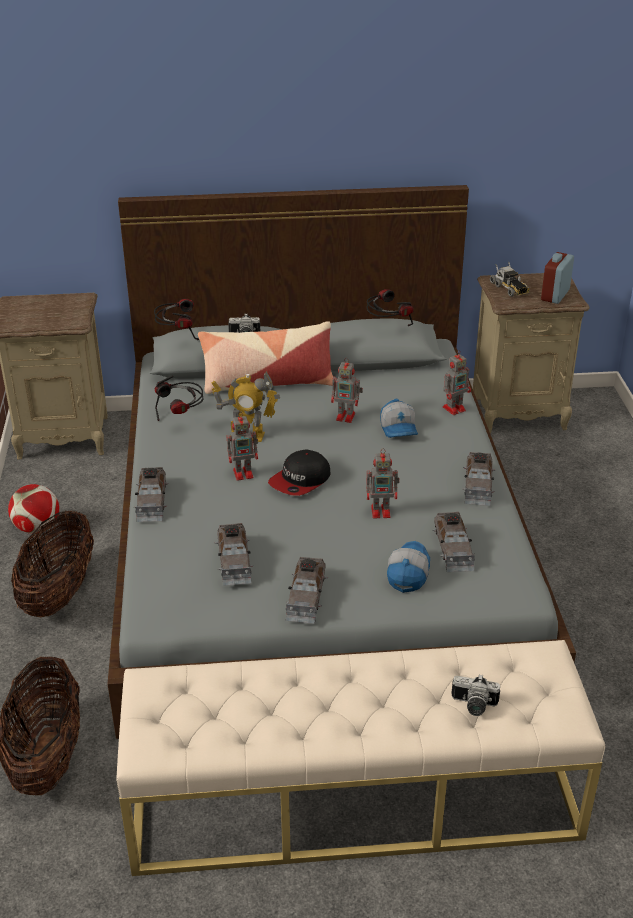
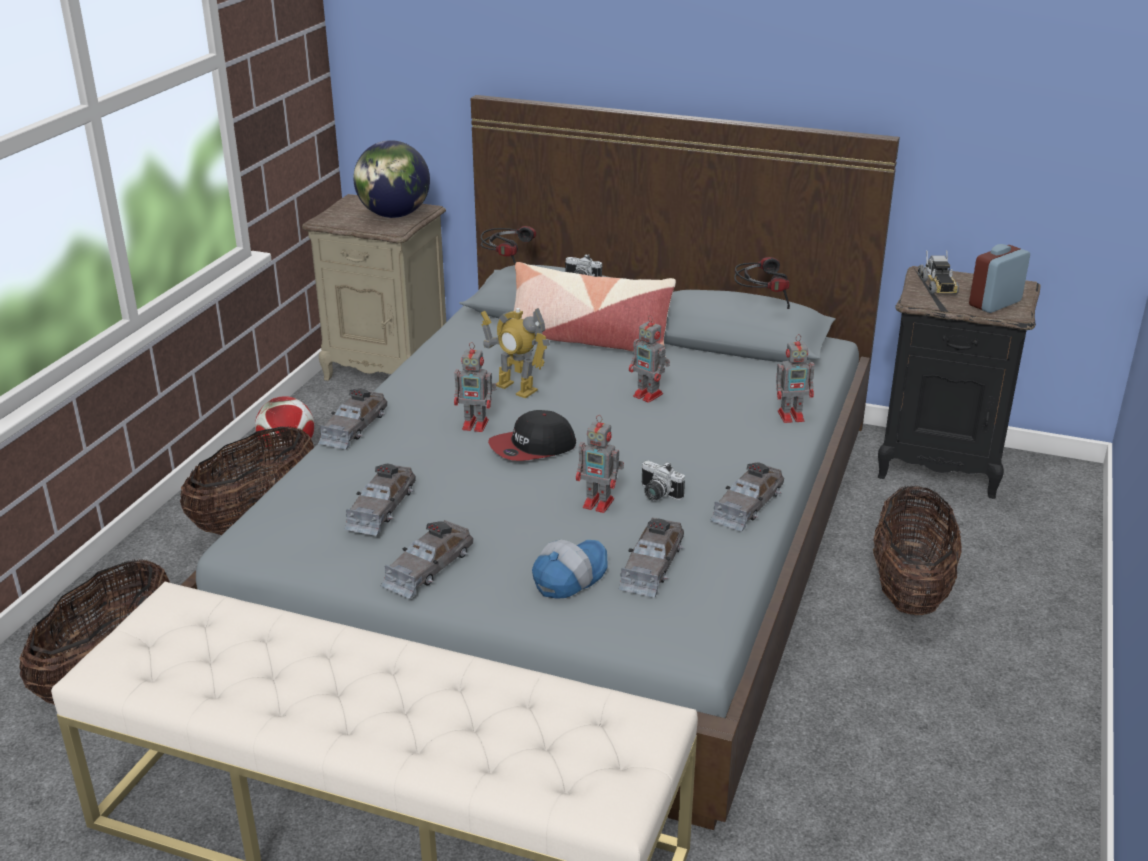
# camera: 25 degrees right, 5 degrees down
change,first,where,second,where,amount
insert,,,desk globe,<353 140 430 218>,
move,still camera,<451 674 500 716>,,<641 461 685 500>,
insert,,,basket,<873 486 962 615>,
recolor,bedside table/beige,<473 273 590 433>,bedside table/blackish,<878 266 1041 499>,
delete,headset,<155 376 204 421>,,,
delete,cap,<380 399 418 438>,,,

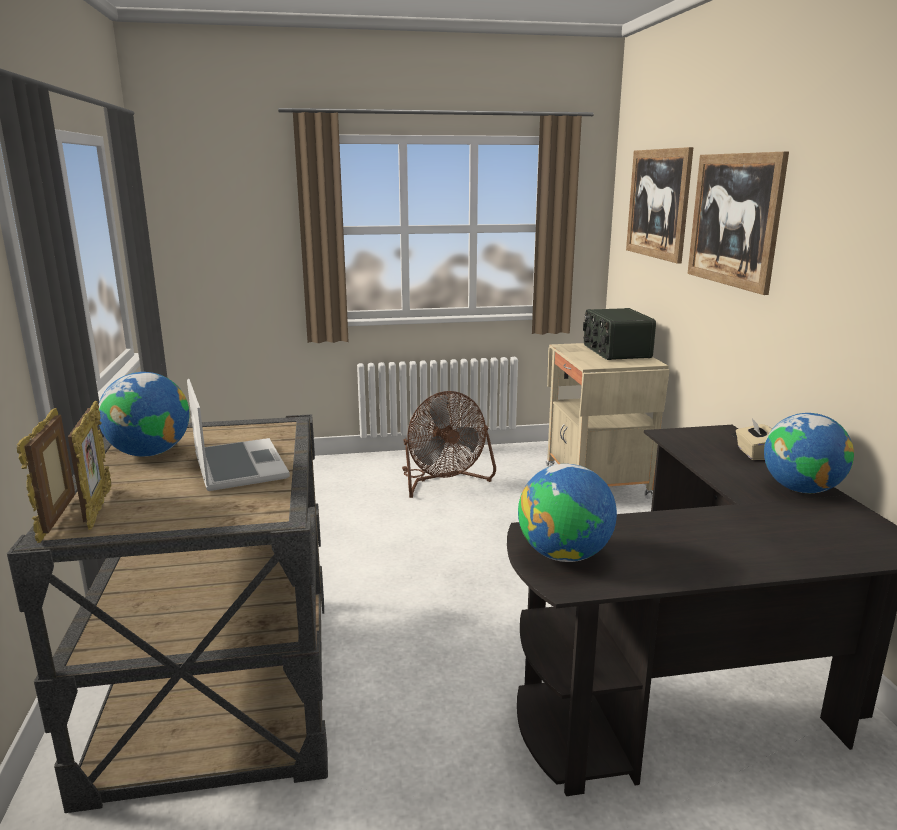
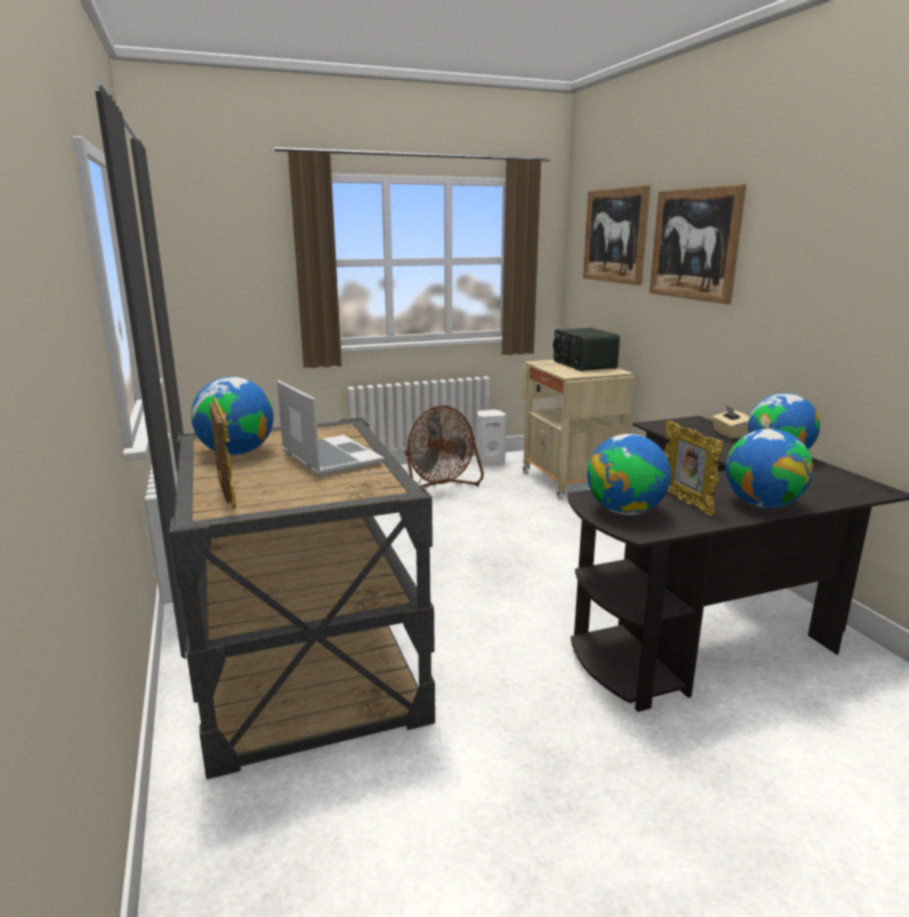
# camera: 10 degrees left, 0 degrees up
change,first,where,second,where,amount
insert,,,speaker/white,<477 410 506 466>,
move,photo frame,<17 408 75 543>,,<664 420 723 516>,
insert,,,desk globe,<726 429 813 508>,

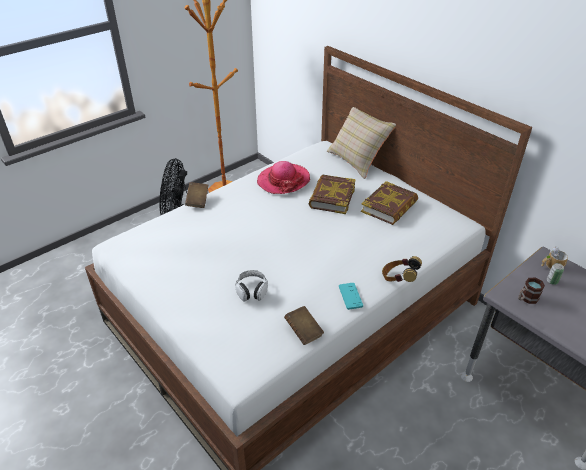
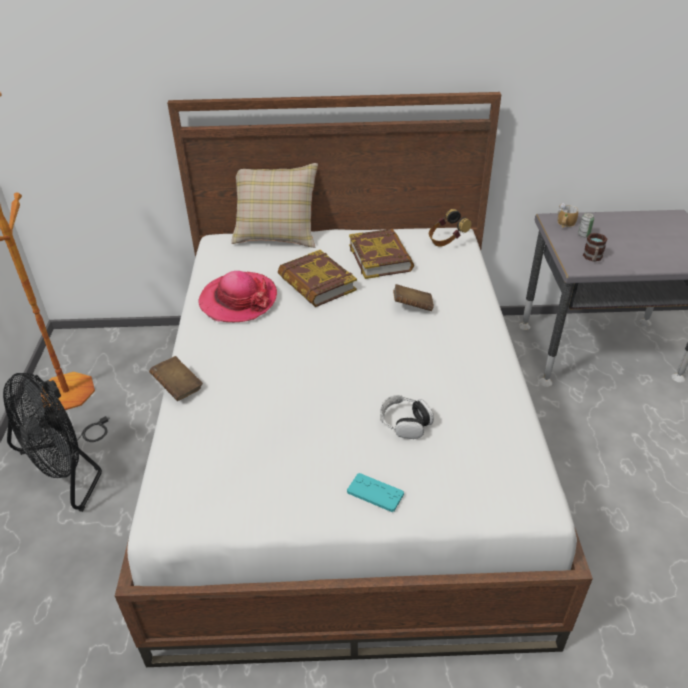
# camera: 50 degrees left, 0 degrees up
change,first,where,second,where,amount
move,gamepad/turquoise-coloured,<339 283 363 310>,,<347 473 404 512>,
move,bound book/brownish,<284 306 324 345>,,<393 284 434 311>,
move,headset,<382 256 422 282>,,<429 209 471 247>,

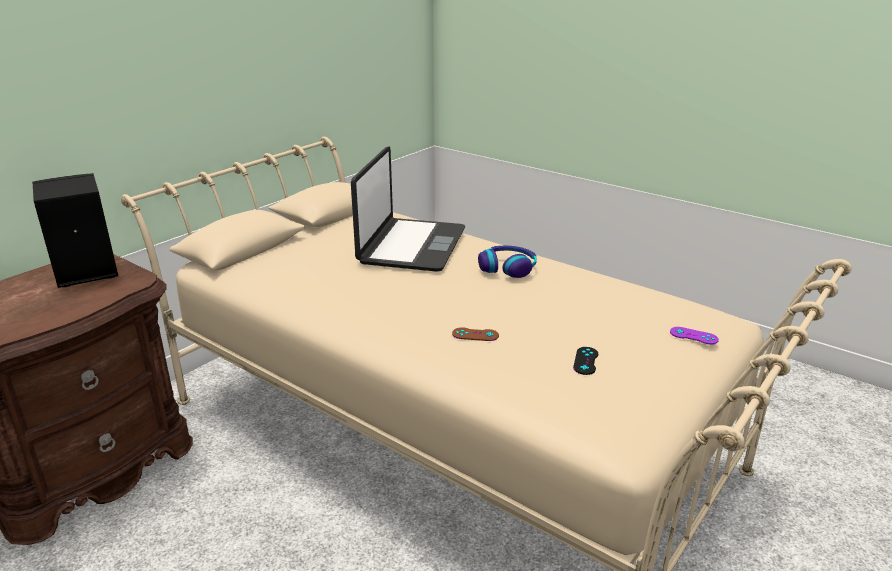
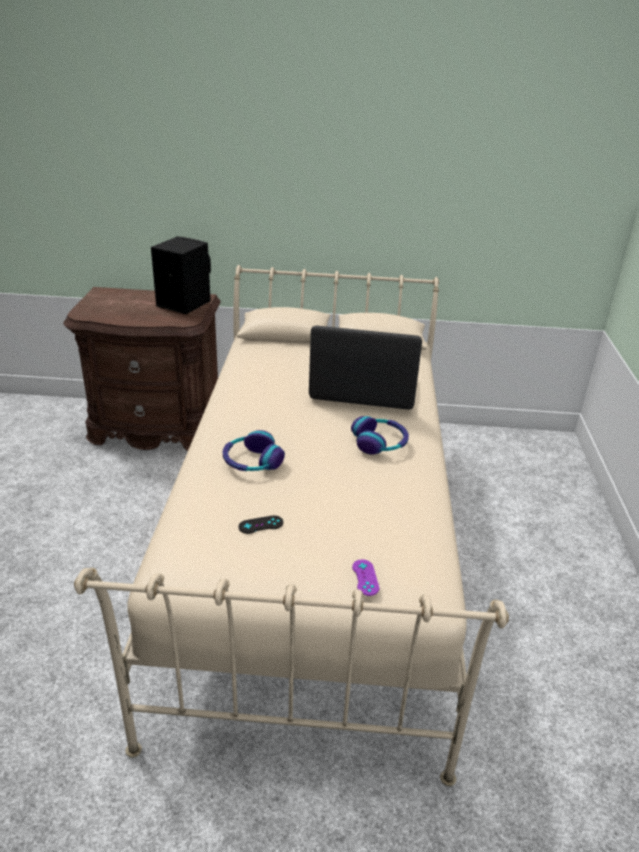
# camera: 55 degrees right, 5 degrees up
change,first,where,second,where,amount
replace,gamepad/brownish,<452 327 499 341>,headset,<223 430 285 471>,
rotate,notebook computer,<351 146 465 272>,,<309 326 422 410>,150 degrees counterclockwise

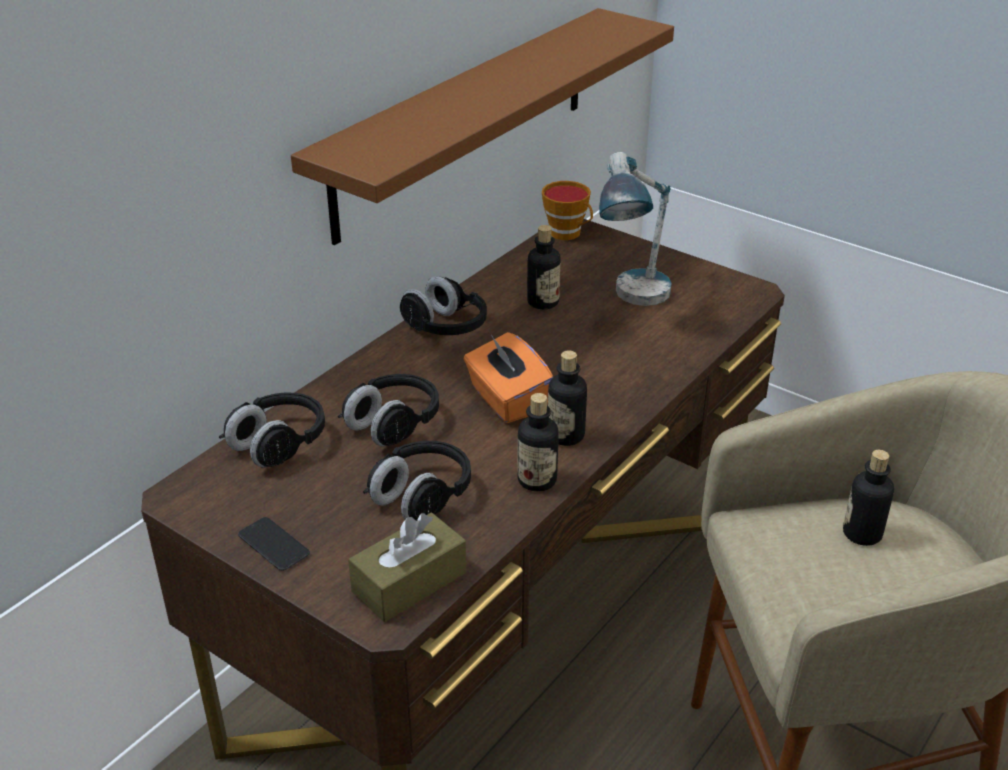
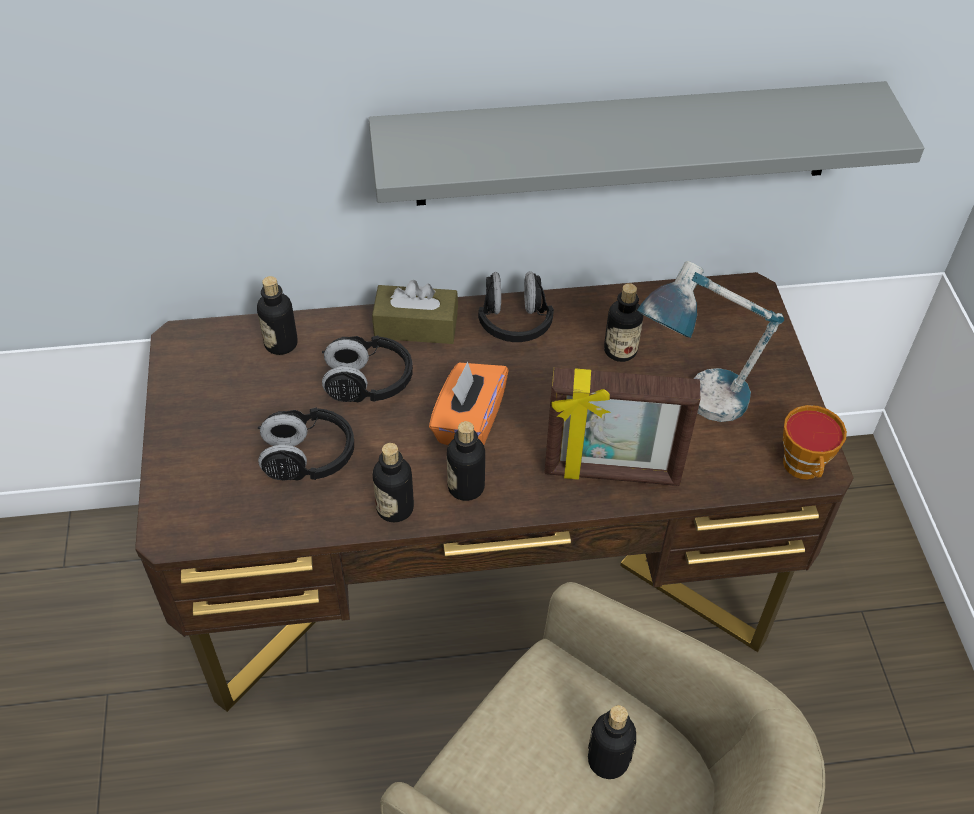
# camera: 45 degrees right, 15 degrees up
change,first,where,second,where,amount
replace,headset/blackish,<219 392 325 467>,beverage bottle,<257 276 298 355>,
recolor,bracket shelf/brownish,<291 8 674 245>,bracket shelf/greyish,<369 81 924 206>,
move,tissue box/brownish,<348 513 466 622>,,<372 280 458 344>,
insert,,,photo frame,<544 367 700 486>,
move,cup,<542 181 593 240>,,<783 405 847 479>,
delete,telephone,<238 517 310 571>,,,

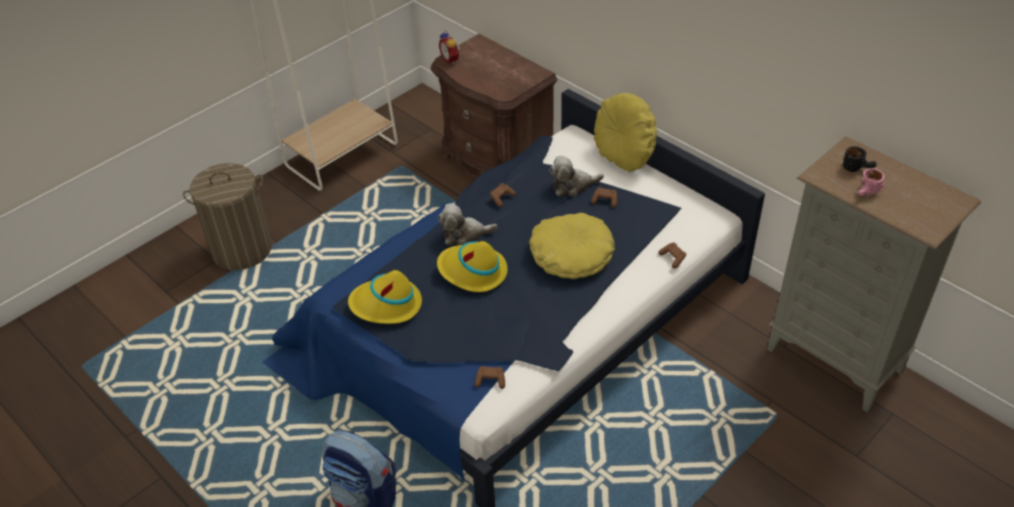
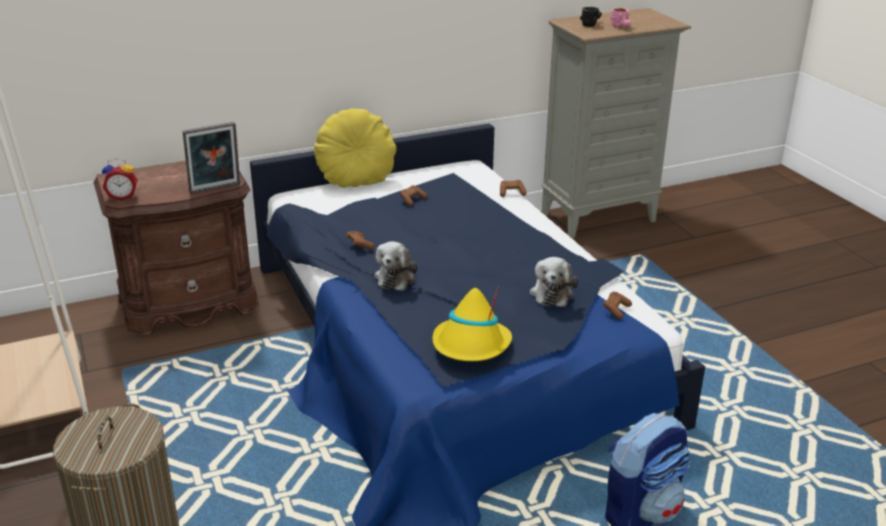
# camera: 70 degrees left, 15 degrees down
change,first,where,second,where,amount
insert,,,photo frame,<182 122 240 194>,
move,cuddly toy,<549 156 604 197>,,<530 257 578 307>,
delete,hat/yellowish,<437 241 507 292>,,,
delete,pillow/yellowish,<529 213 615 279>,,,

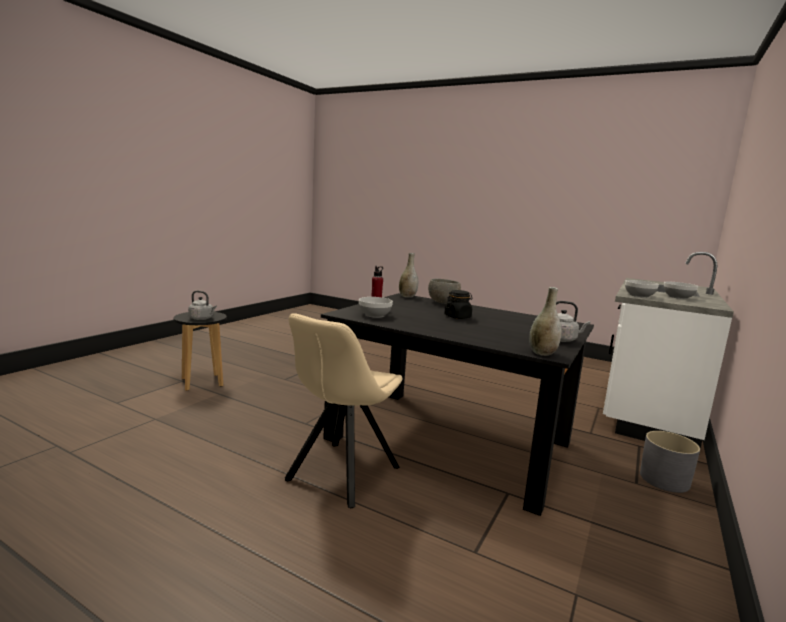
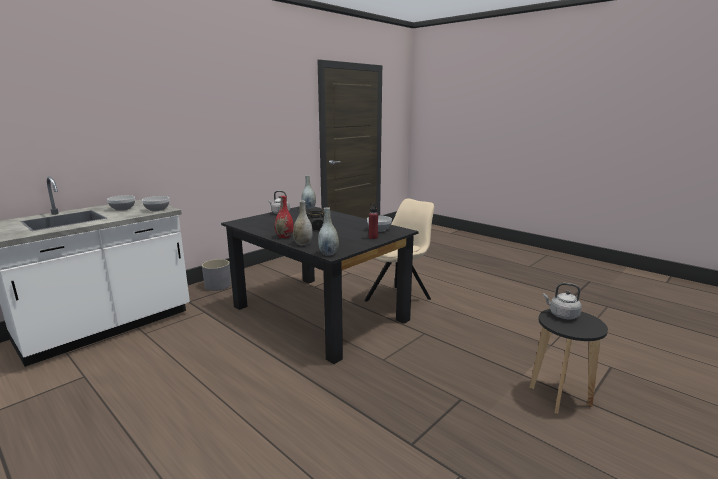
# camera: 165 degrees left, 5 degrees up
change,first,where,second,where,amount
insert,,,decorative vase/reddish,<275 196 293 238>,
replace,deep dish/greyish,<428 279 461 304>,decorative vase/greyish,<293 201 313 245>,

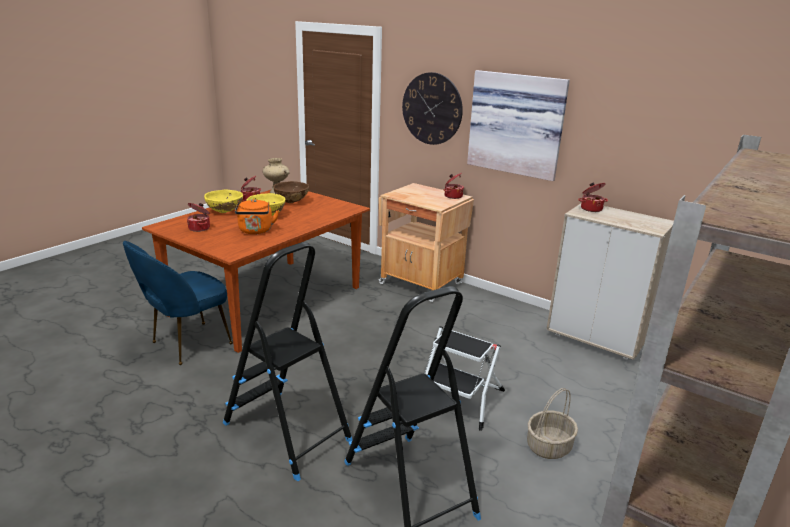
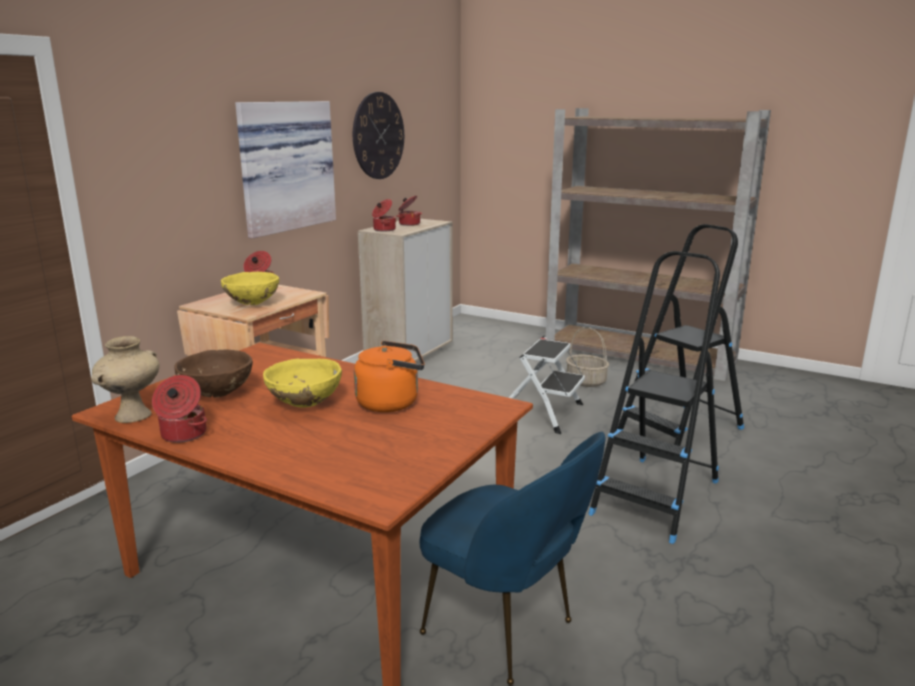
# camera: 95 degrees left, 5 degrees down
change,first,where,second,where,amount
move,deep dish/yellowish,<204 189 243 213>,,<221 272 279 305>,
move,hanging clock,<402 72 463 145>,,<353 92 404 179>,
move,saucepot,<187 203 210 232>,,<396 196 422 226>,

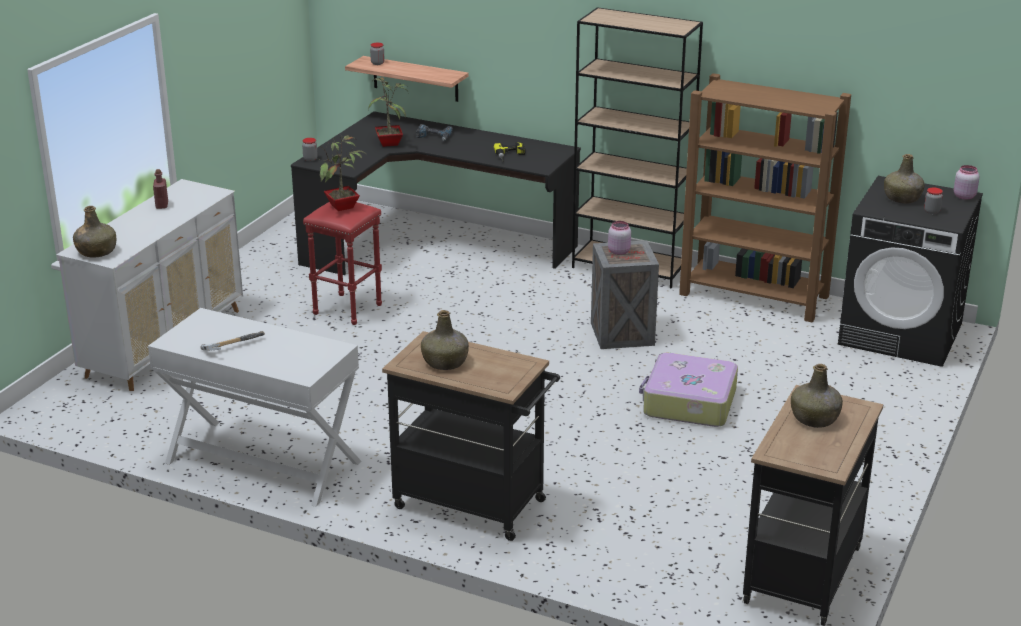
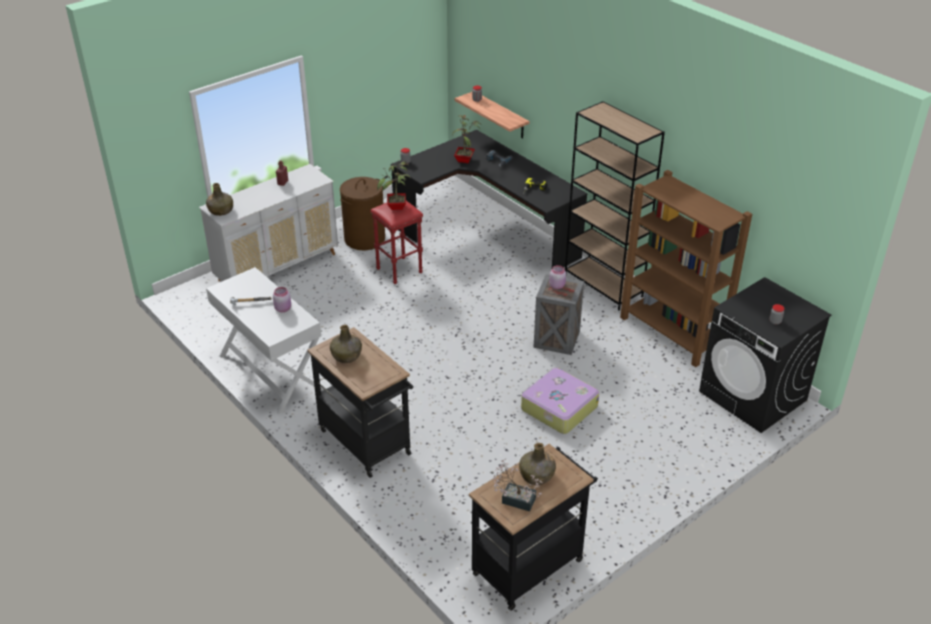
# camera: 25 degrees right, 10 degrees up
change,first,where,second,where,amount
move,jar/pink,<954 165 980 200>,,<273 287 291 312>,
insert,,,hamper/brownish,<340 177 385 250>,
insert,,,houseplant,<492 459 543 512>,
delete,beverage bottle/green-coloured,<884 154 925 204>,,,

